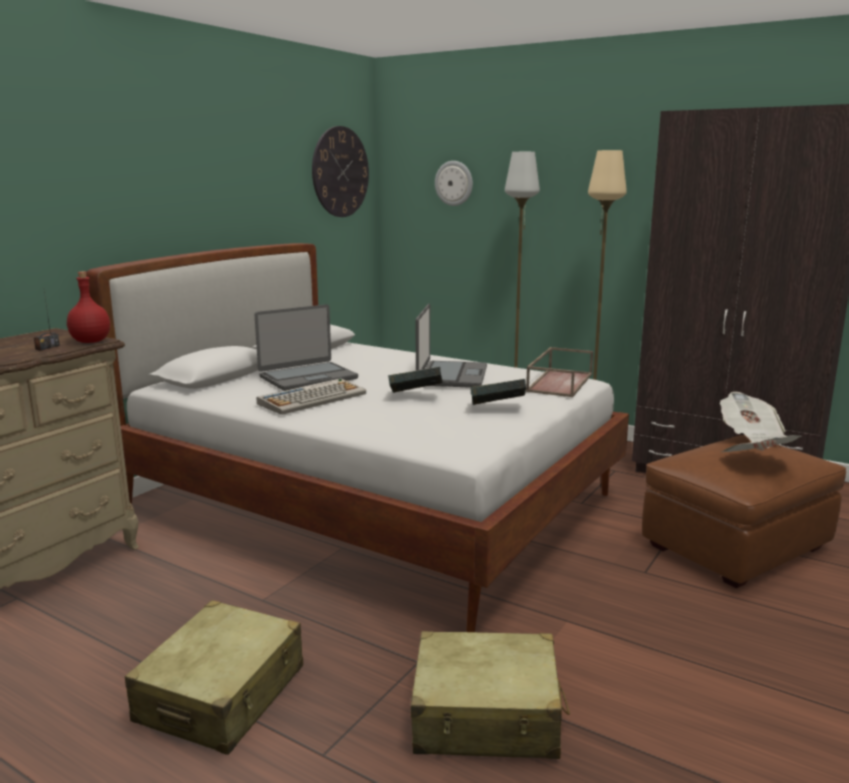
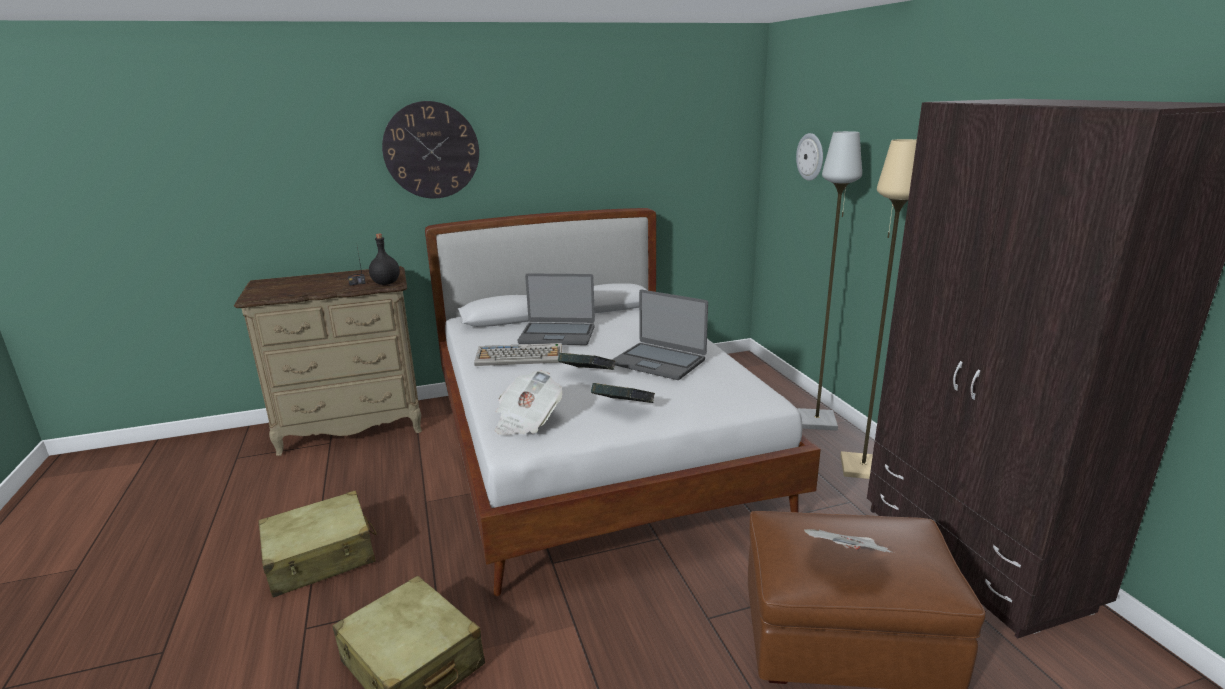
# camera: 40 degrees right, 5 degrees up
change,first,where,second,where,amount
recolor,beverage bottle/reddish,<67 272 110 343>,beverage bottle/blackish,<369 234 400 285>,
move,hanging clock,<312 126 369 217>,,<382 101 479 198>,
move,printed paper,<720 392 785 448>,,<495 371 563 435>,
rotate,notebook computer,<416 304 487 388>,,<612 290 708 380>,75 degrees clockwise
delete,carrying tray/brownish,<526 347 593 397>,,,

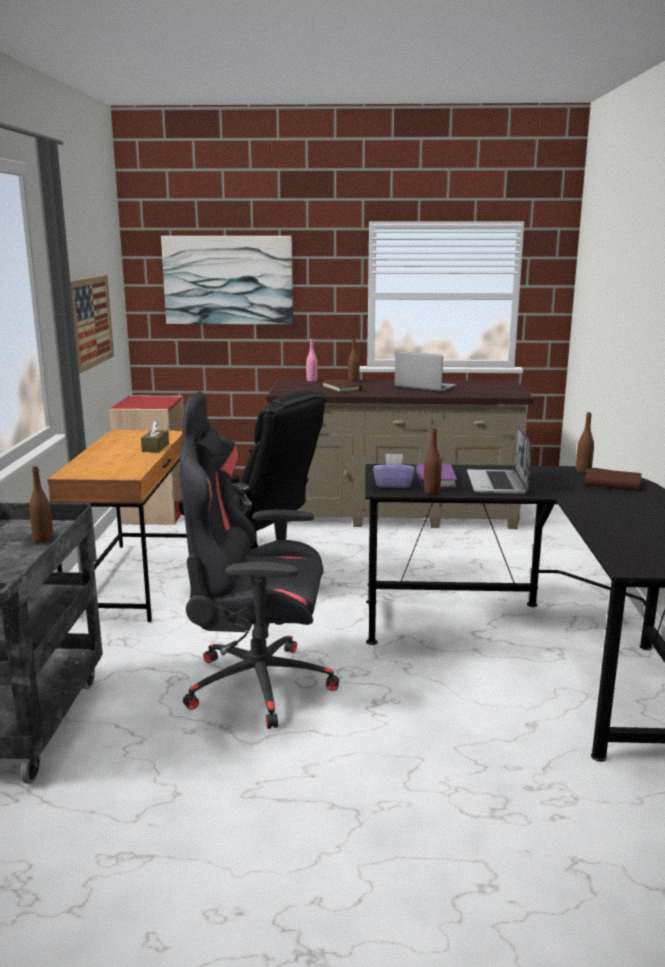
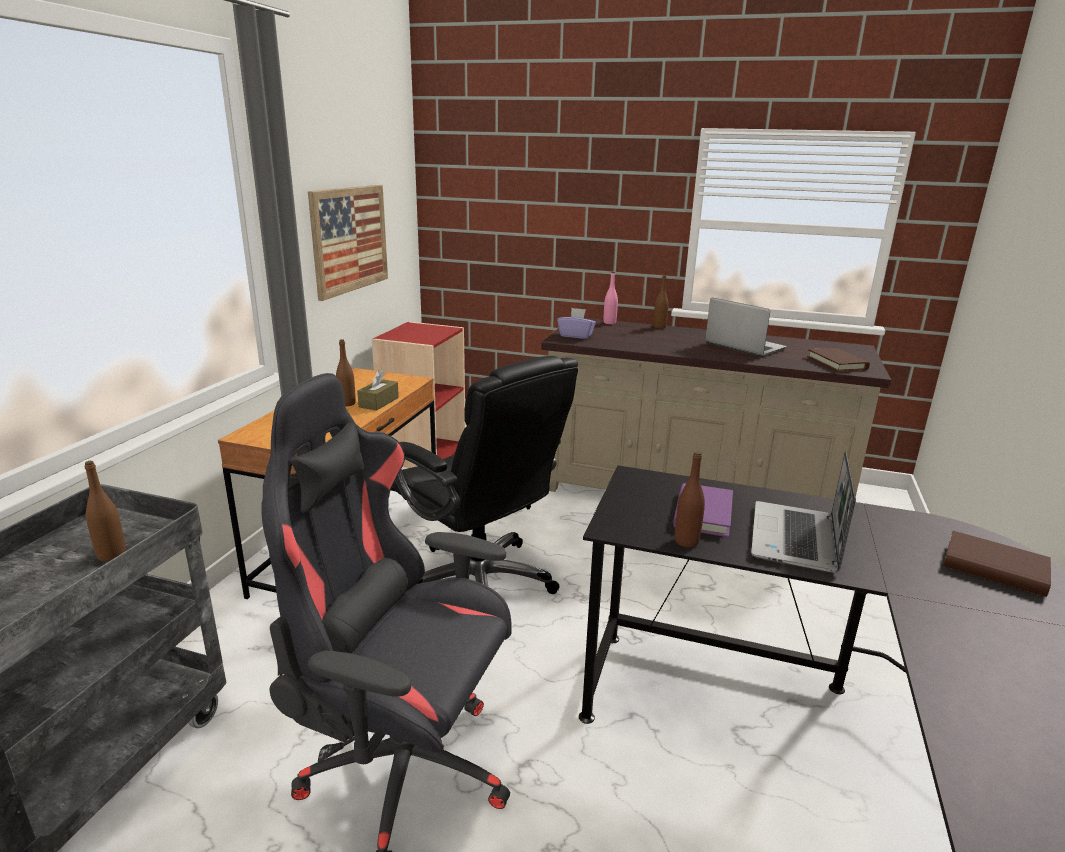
# camera: 15 degrees right, 5 degrees up
change,first,where,second,where,amount
move,beverage bottle/brownish,<576 412 594 473>,,<336 339 356 407>,
move,tissue box/purple-coloured,<373 453 415 488>,,<557 308 596 339>,
move,bound book/brownish,<321 379 362 393>,,<807 348 870 372>,
delete,wall art,<161 236 293 325>,,,

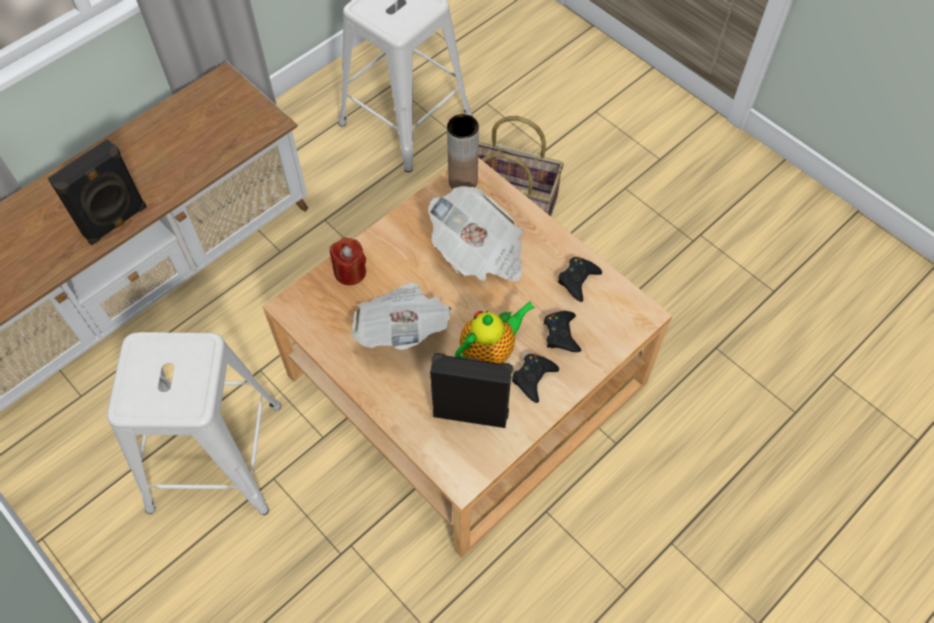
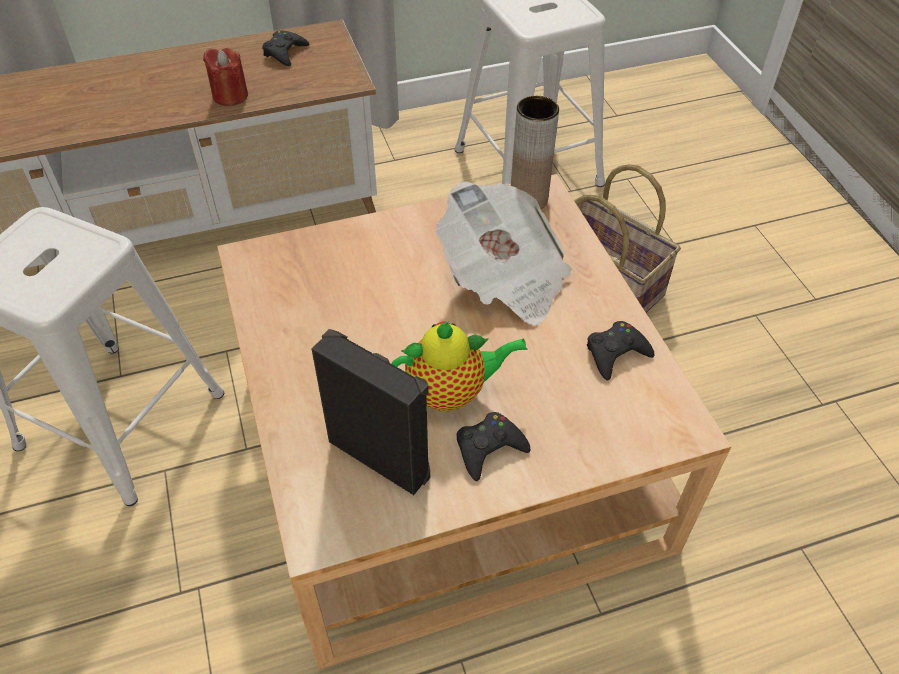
# camera: 25 degrees right, 10 degrees down
change,first,where,second,where,amount
move,wax light/reddish,<330 238 366 285>,,<203 48 248 106>,
move,gamepad/blackish,<544 311 581 352>,,<262 30 309 66>,
delete,speaker/blackish,<48 139 147 246>,,,
delete,printed paper,<351 283 452 350>,,,

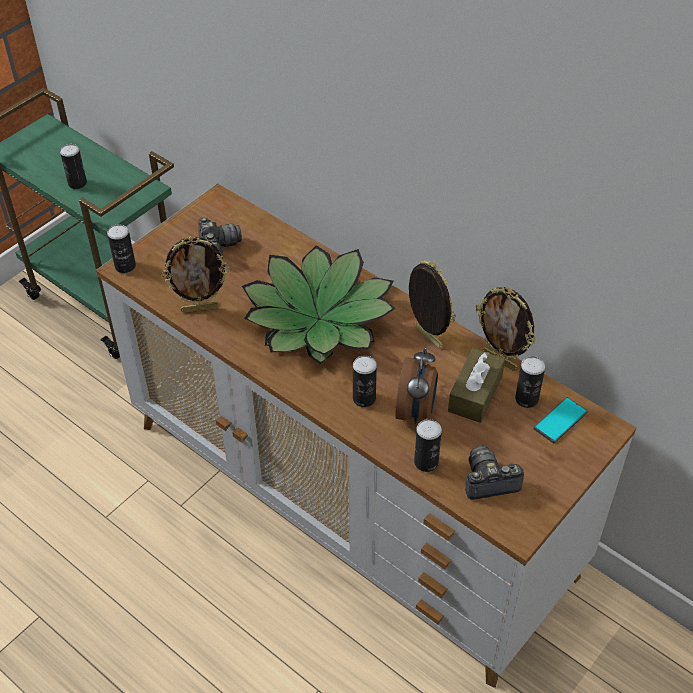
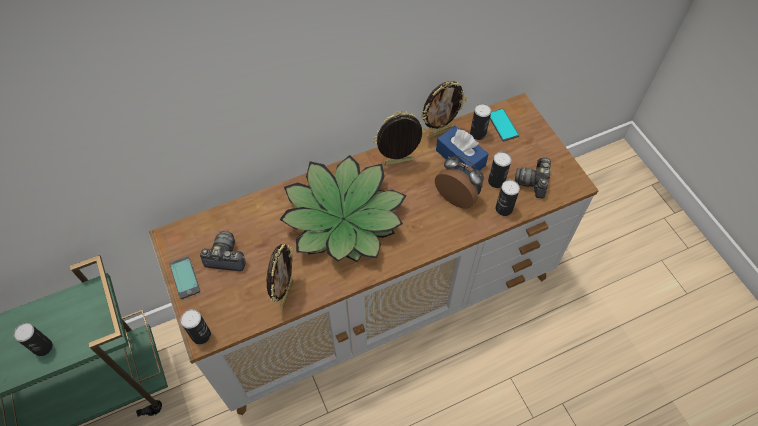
# camera: 65 degrees left, 10 degrees up
change,first,where,second,where,amount
insert,,,telephone,<169 256 200 299>,
recolor,tissue box/brownish,<448 348 505 423>,tissue box/bluish,<436 126 489 170>,
move,sealed can,<353 355 377 407>,,<488 152 512 188>,

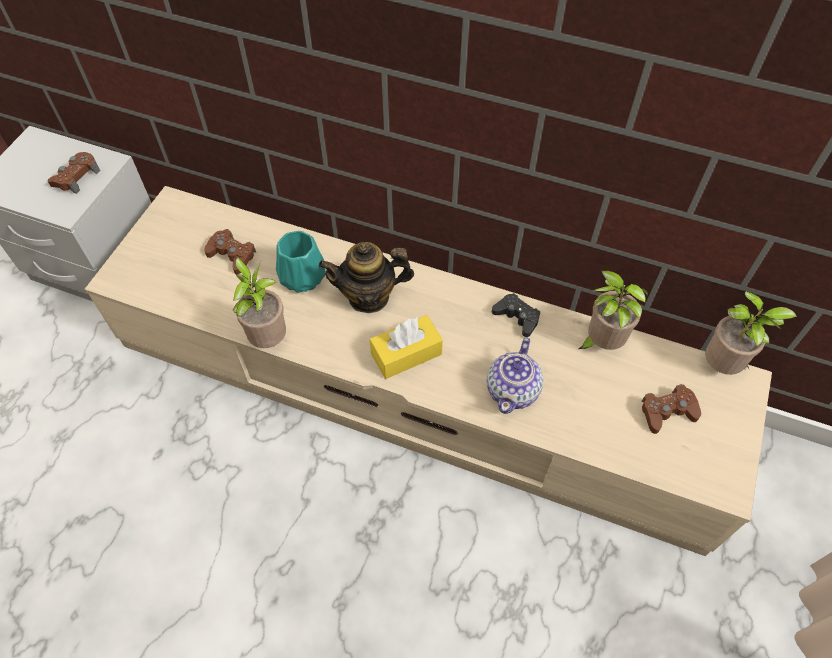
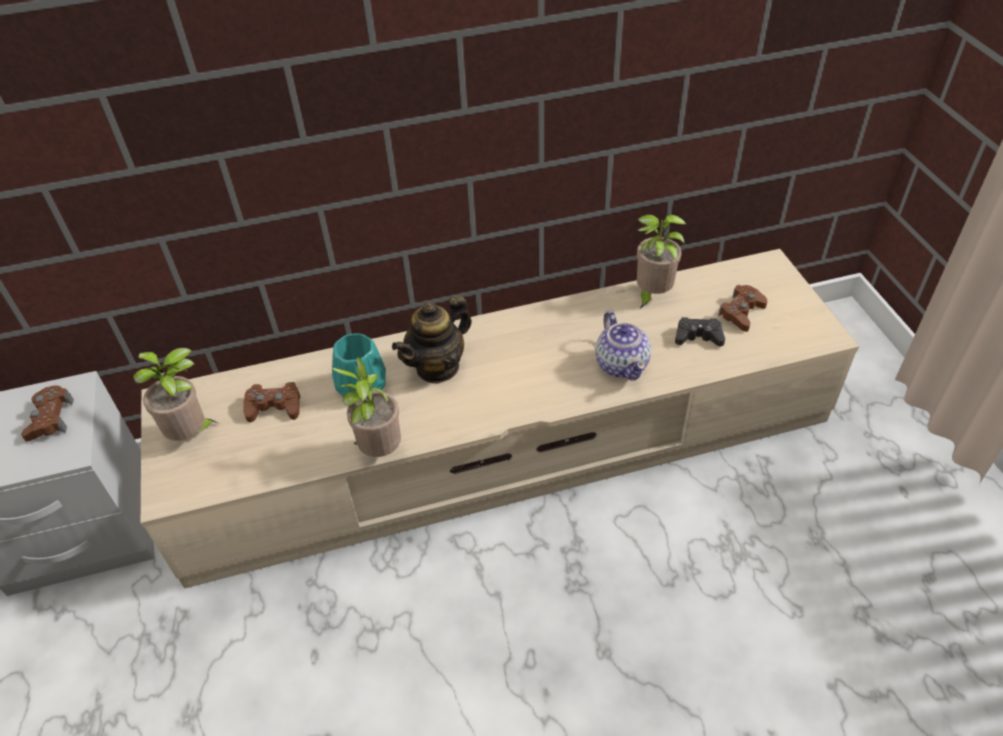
# camera: 35 degrees left, 10 degrees down
change,first,where,second,where,amount
move,houseplant,<705 291 797 375>,,<133 348 217 441>,
move,gamepad/blackish,<492 293 540 337>,,<675 317 725 346>,
delete,tissue box/yellowish,<370 315 443 379>,,,

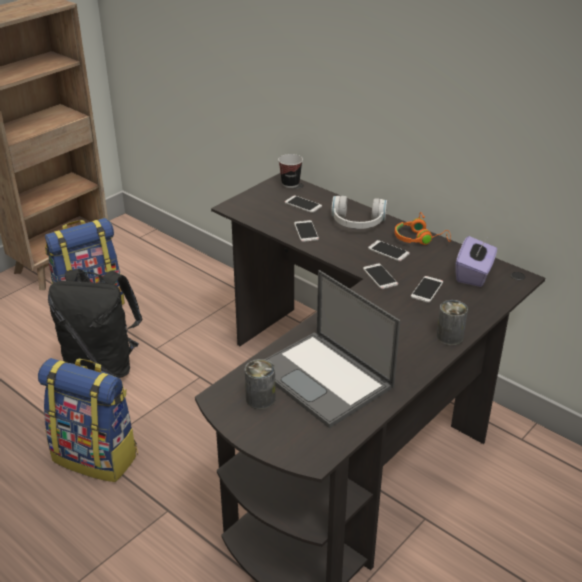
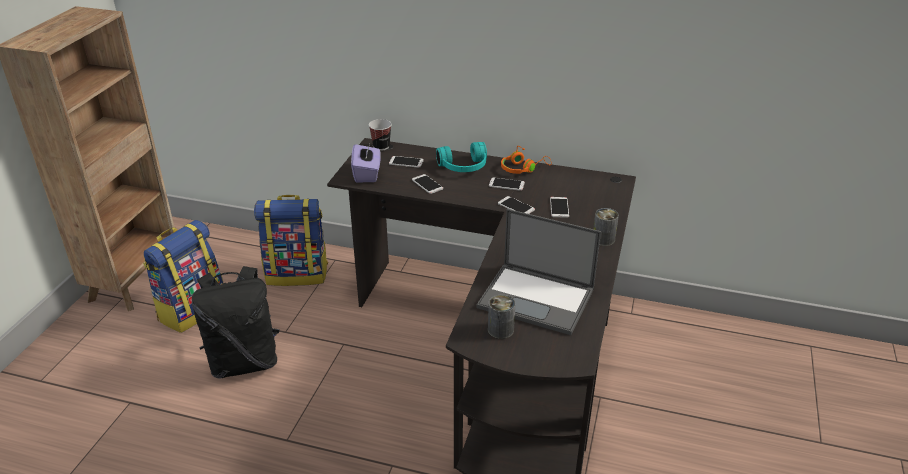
# camera: 25 degrees left, 0 degrees up
change,first,where,second,where,amount
move,knapsack,<38 358 138 482>,,<254 195 328 286>,
move,tissue box/purple-coloured,<456 236 497 287>,,<351 141 381 183>,
recolor,headset/white,<331 196 387 229>,headset/turquoise-coloured,<436 142 487 172>,

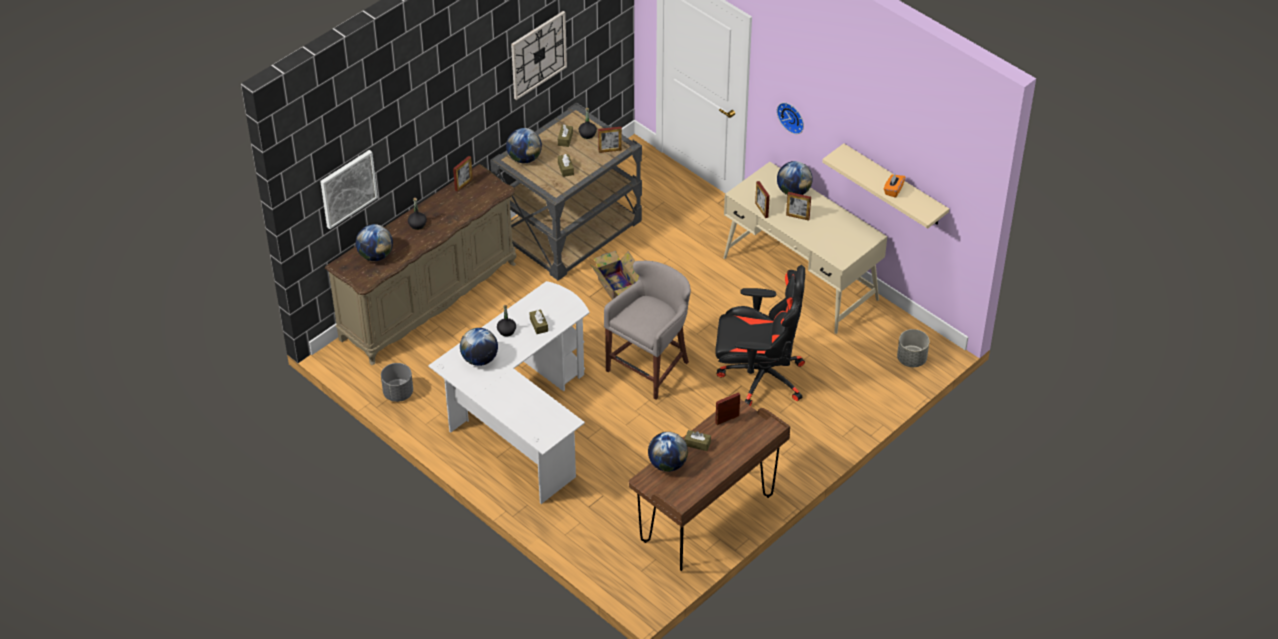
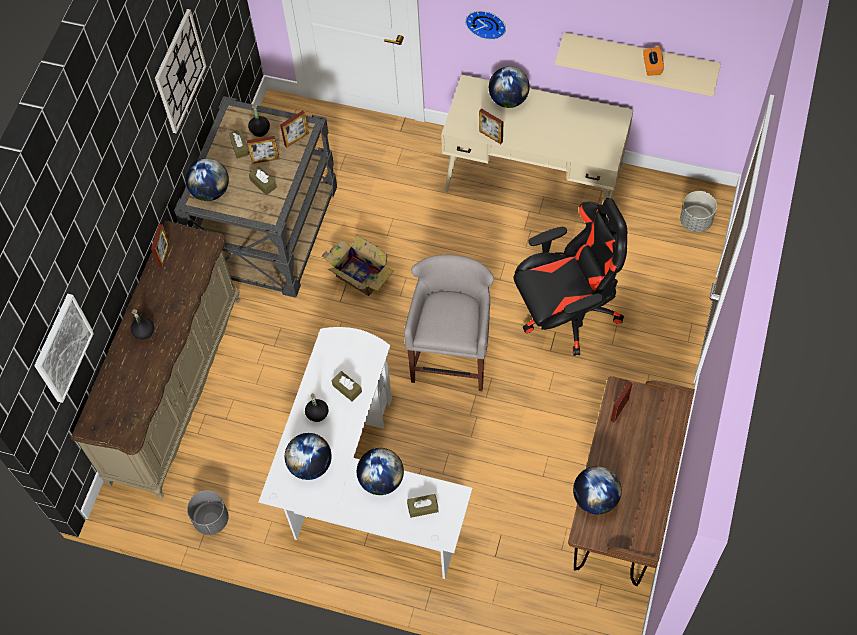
# camera: 25 degrees left, 15 degrees up
change,first,where,second,where,amount
move,photo frame,<786 192 811 221>,,<247 136 279 164>,
move,desk globe,<356 224 393 261>,,<357 448 404 495>,
move,tissue box/brownish,<685 430 711 451>,,<407 494 439 518>,

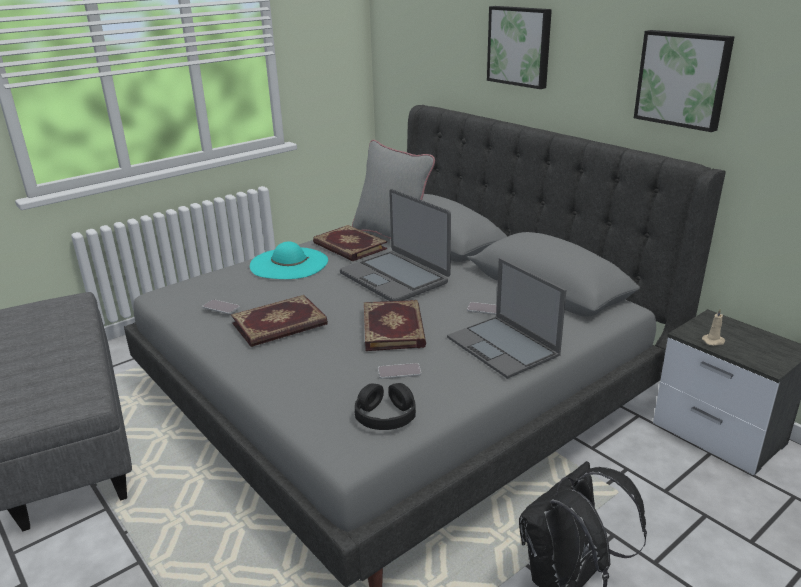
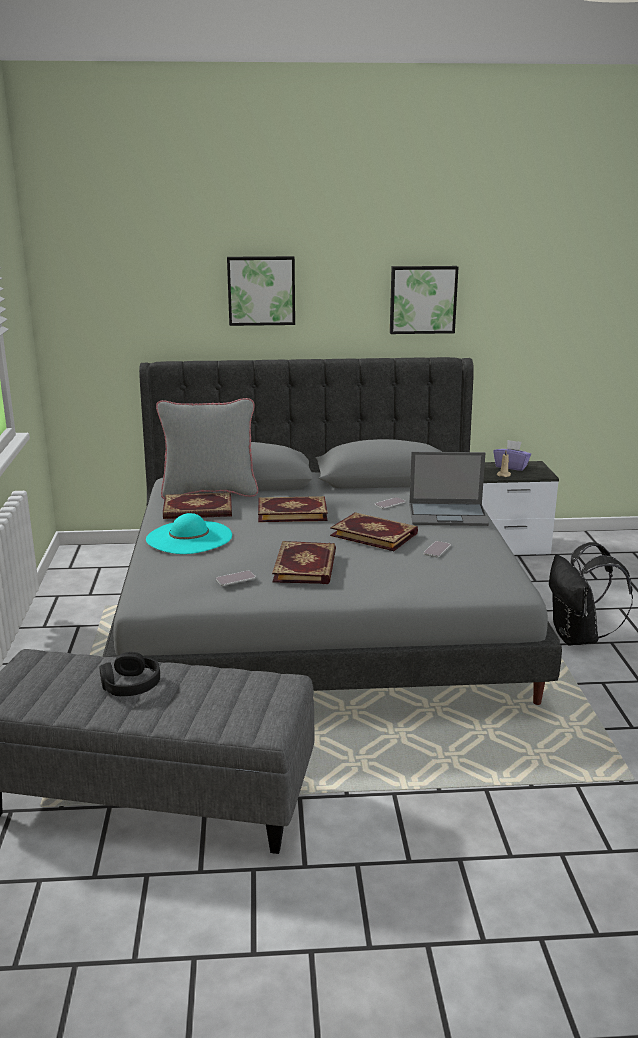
# camera: 55 degrees left, 5 degrees down
change,first,where,second,where,amount
move,headset/blackish,<355 383 416 430>,,<99 652 160 696>,
replace,notebook computer,<340 189 451 301>,bound book,<258 496 327 522>,
insert,,,tissue box/purple-coloured,<493 440 531 471>,

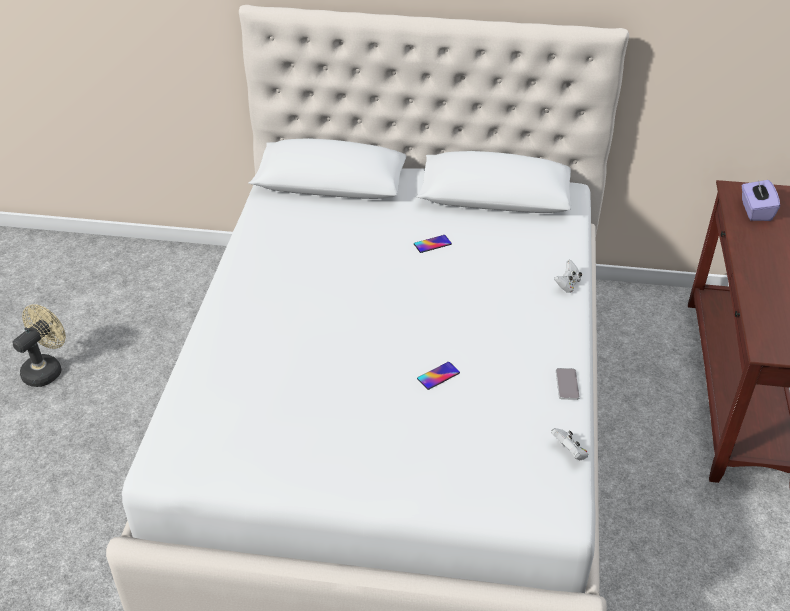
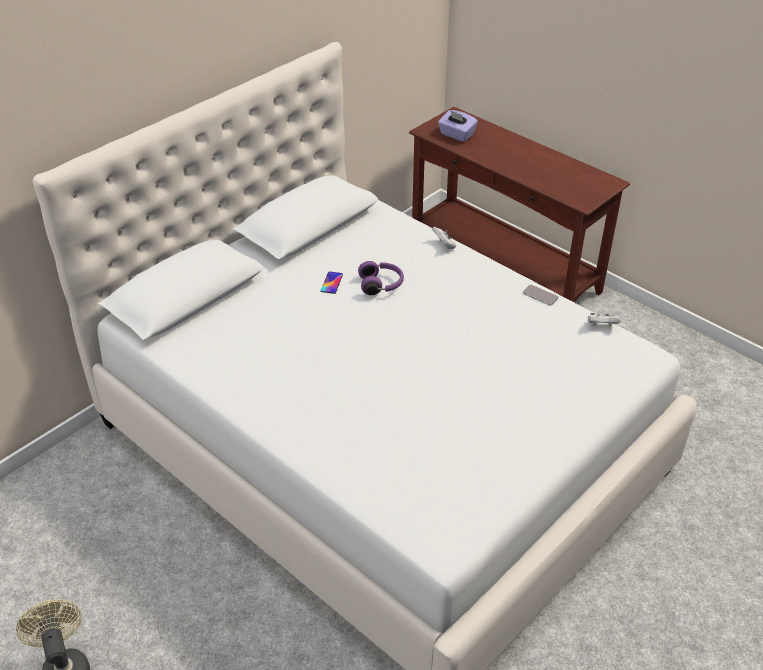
# camera: 55 degrees left, 0 degrees up
change,first,where,second,where,amount
insert,,,headset/purple-coloured,<358 261 404 295>,
delete,telephone,<417 362 460 390>,,,

